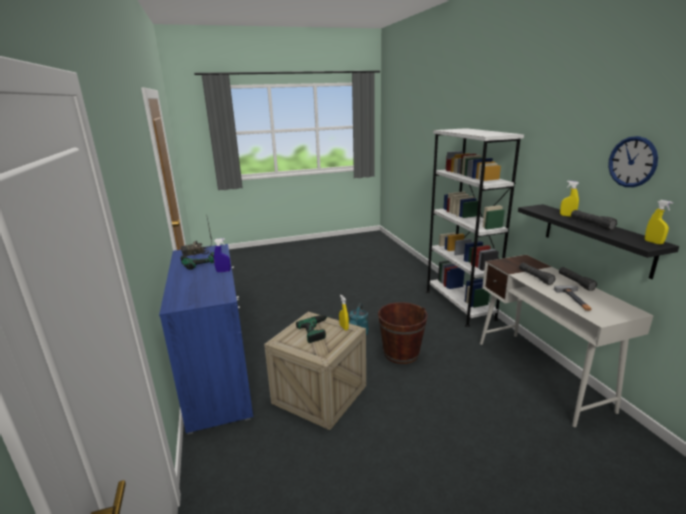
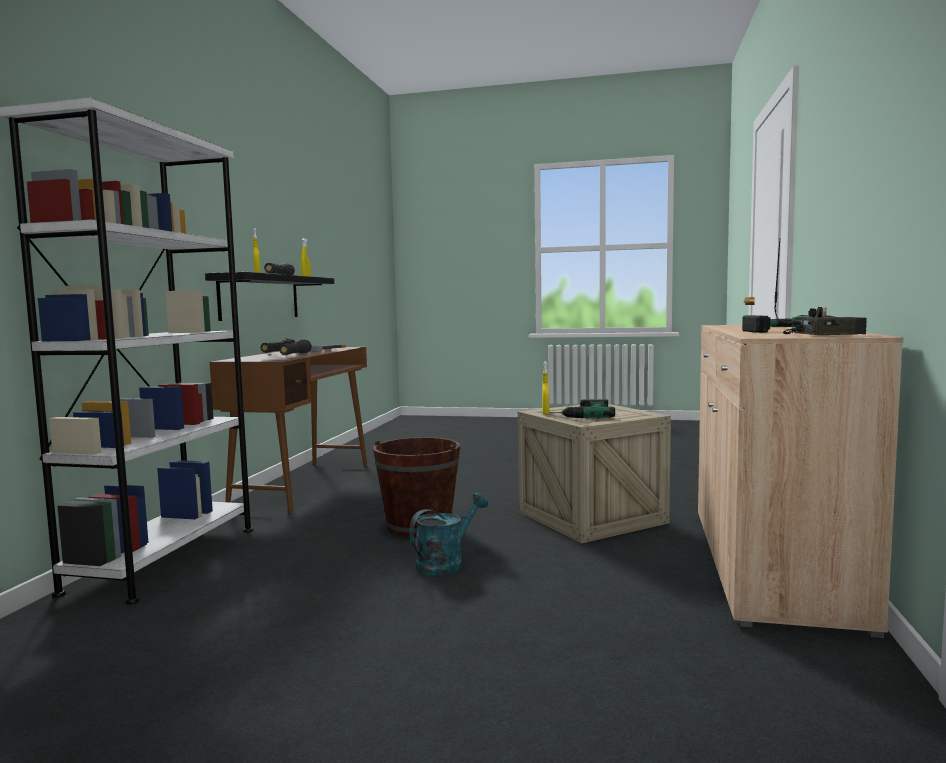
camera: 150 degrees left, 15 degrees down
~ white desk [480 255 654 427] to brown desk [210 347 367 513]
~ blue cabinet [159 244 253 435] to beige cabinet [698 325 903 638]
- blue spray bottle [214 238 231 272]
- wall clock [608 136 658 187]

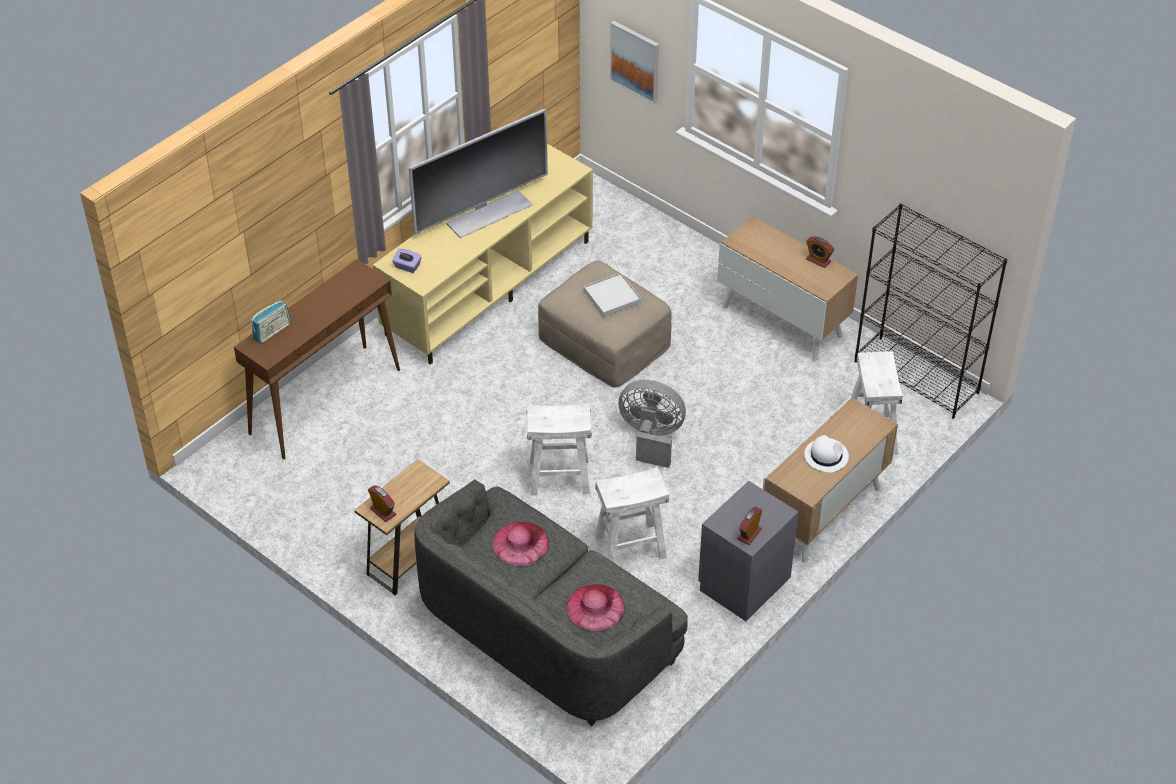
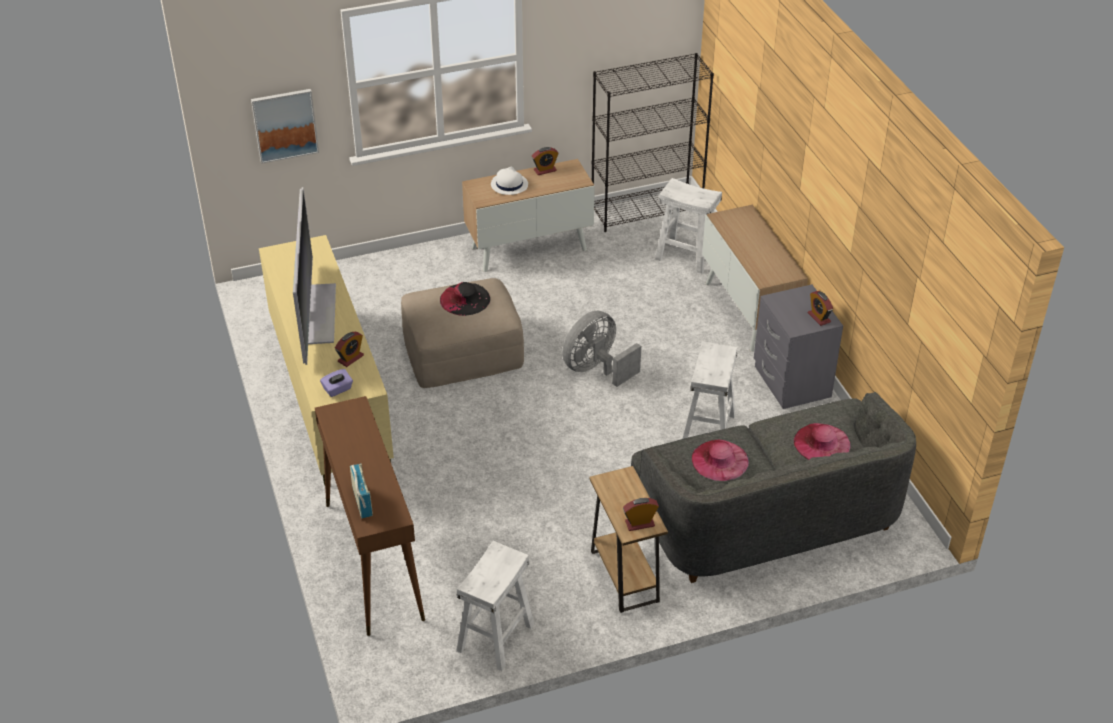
camera: 60 degrees left, 5 degrees down
+ alarm clock [335 332 364 367]
~ white tray [583 273 641 317] to black hat [440 282 490 316]
~ white stool [526 403 592 496] to [456 541 534 671]
~ white hat [804 435 849 473] to [491 167 528 195]

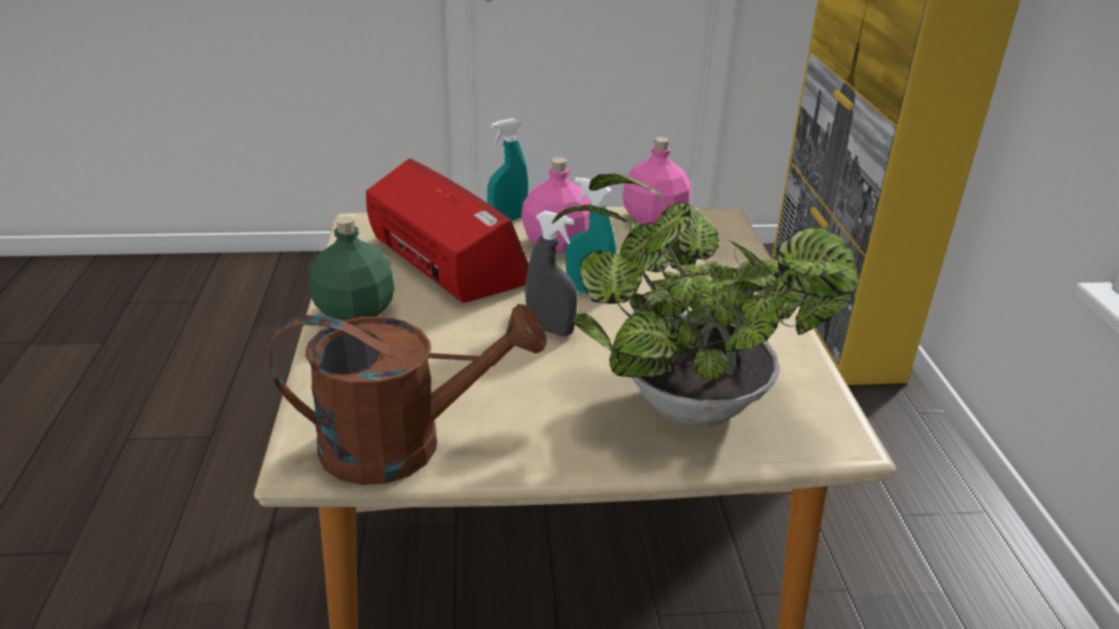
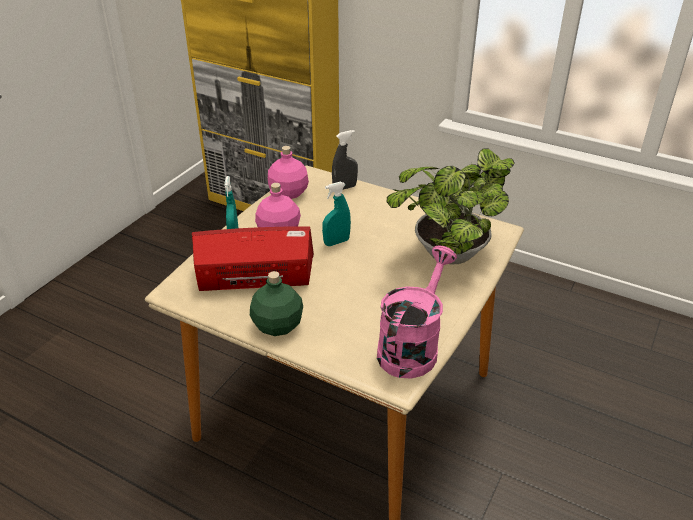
camera: 55 degrees left, 5 degrees up
~ grey spray bottle [525 211 577 336] to [332 130 358 190]
~ brown watering can [269 304 546 485] to pink watering can [377 246 457 379]

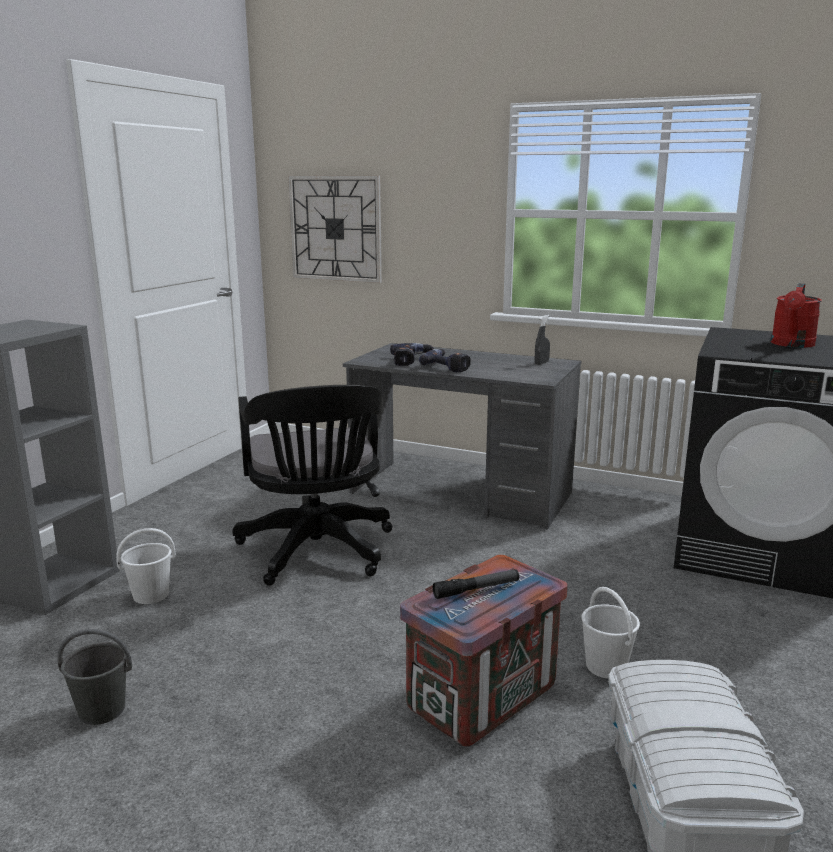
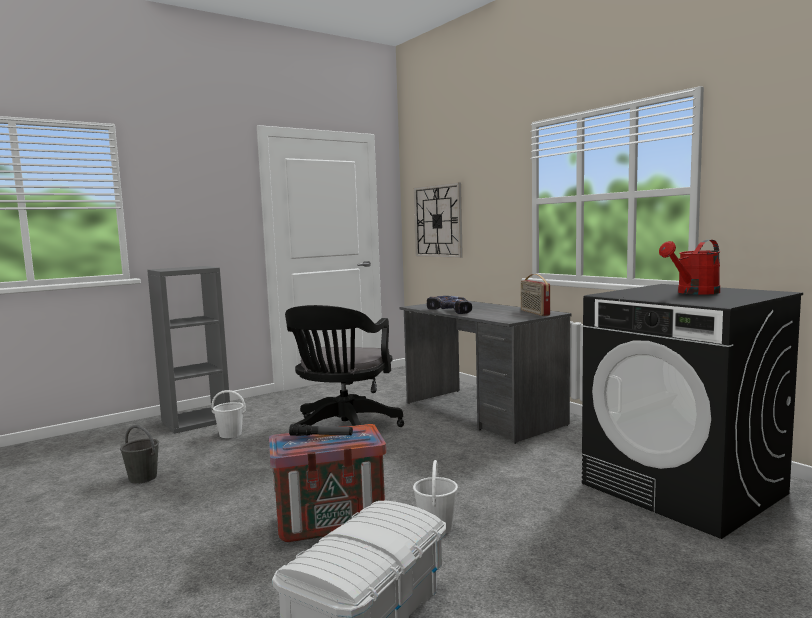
camera: 30 degrees right, 10 degrees down
~ grey spray bottle [535 315 550 365] to radio [521 274 550 316]

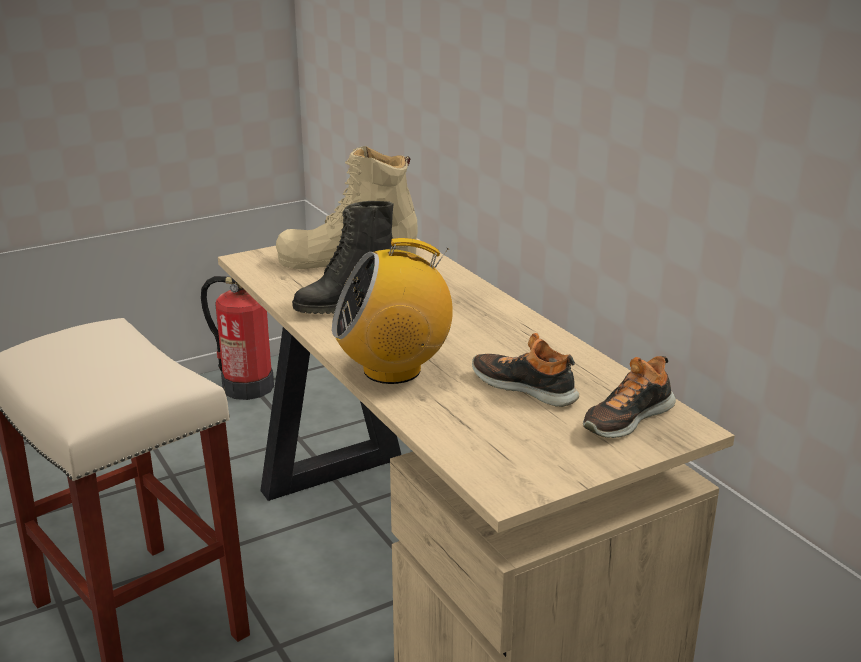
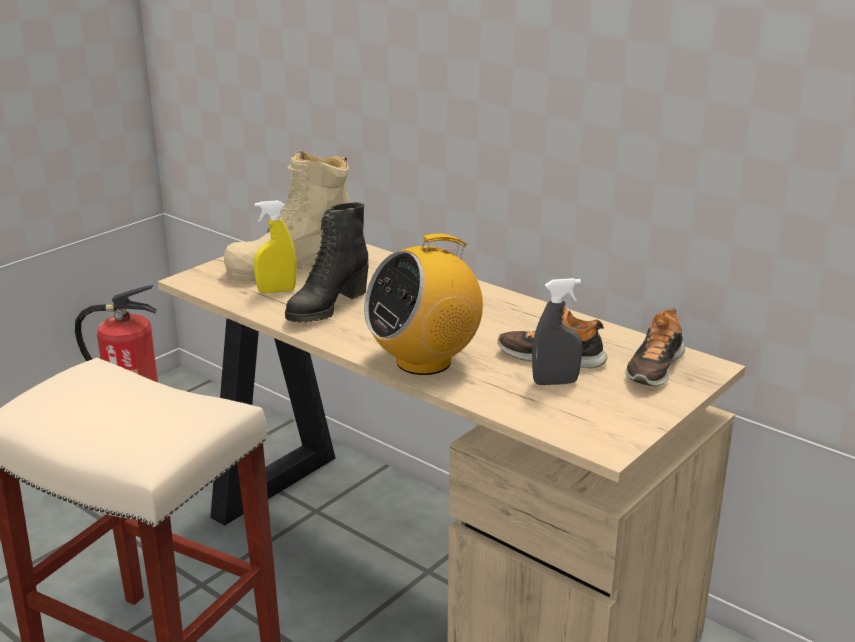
camera: 20 degrees left, 0 degrees up
+ yellow spray bottle [254 200 297 293]
+ grey spray bottle [532 278 582 385]

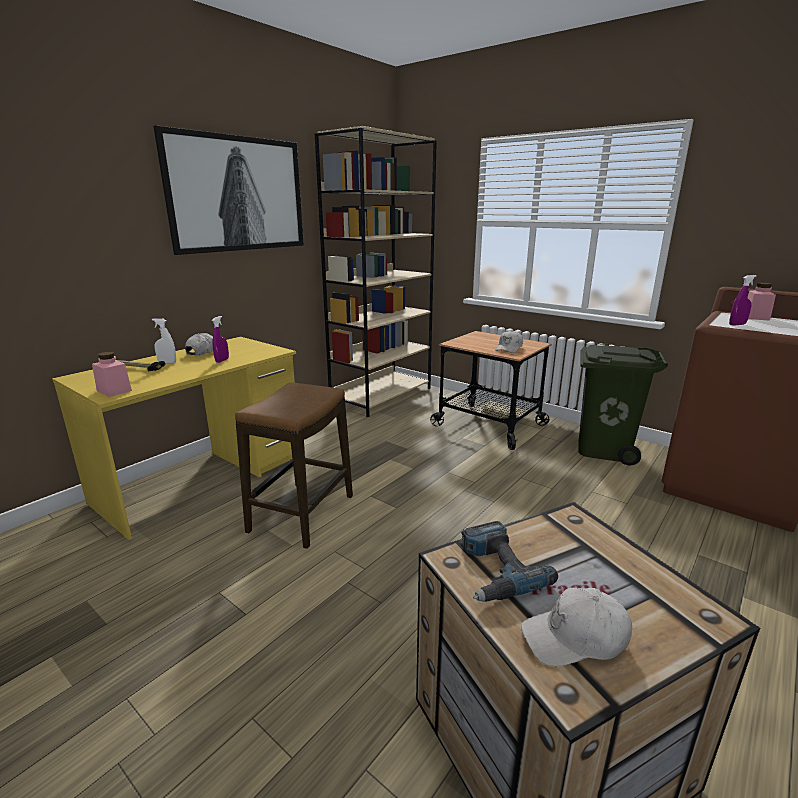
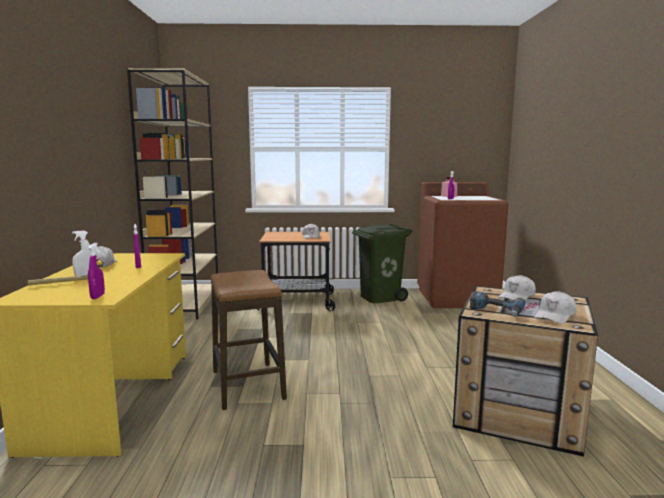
camera: 40 degrees left, 10 degrees down
~ pink jar [92 352 132 397] to purple spray bottle [88 243 105 299]
+ white cap [498 275 536 300]
- picture [153 125 304 255]

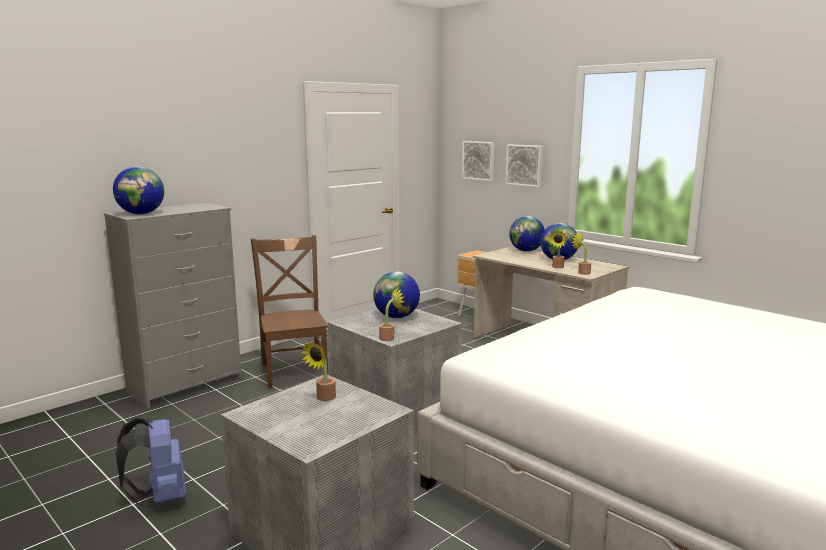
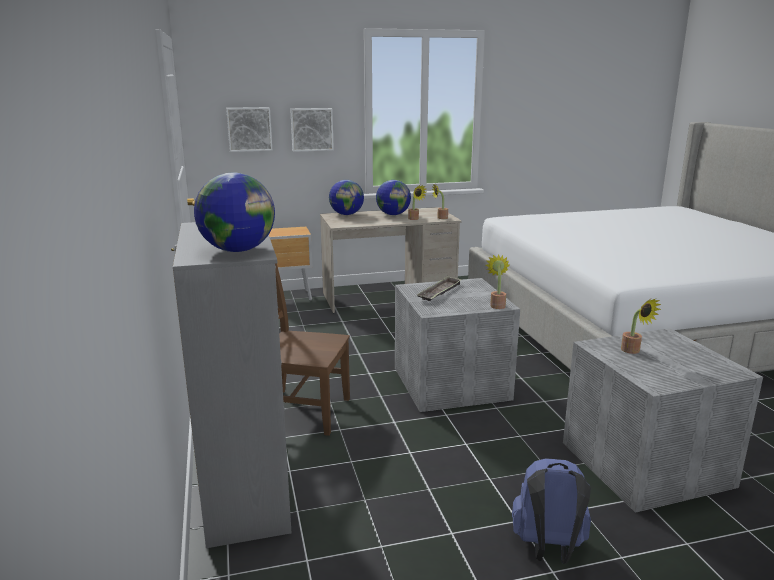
camera: 60 degrees left, 5 degrees up
~ globe [373 272 420 318] to tray [417 276 462 301]

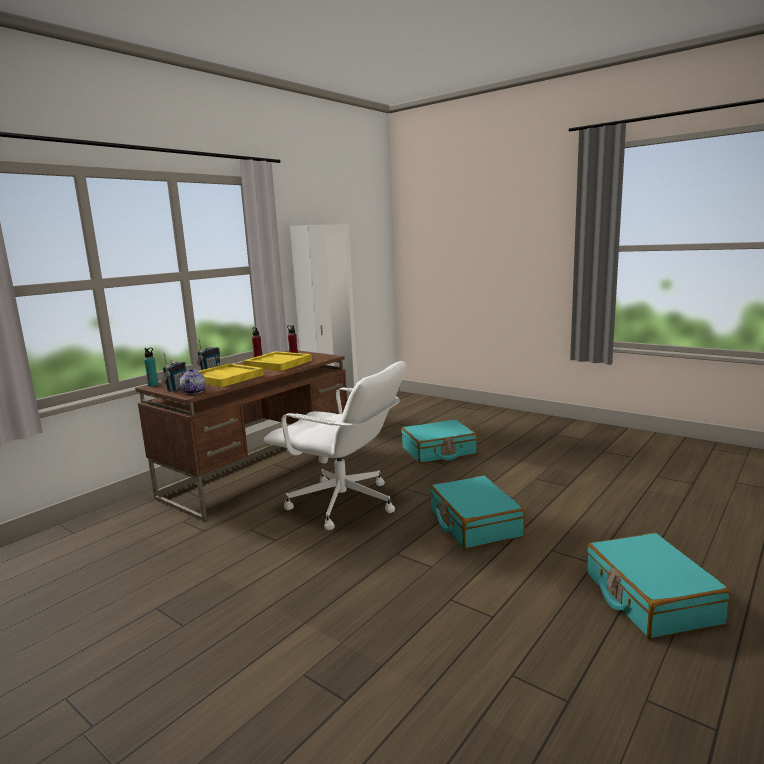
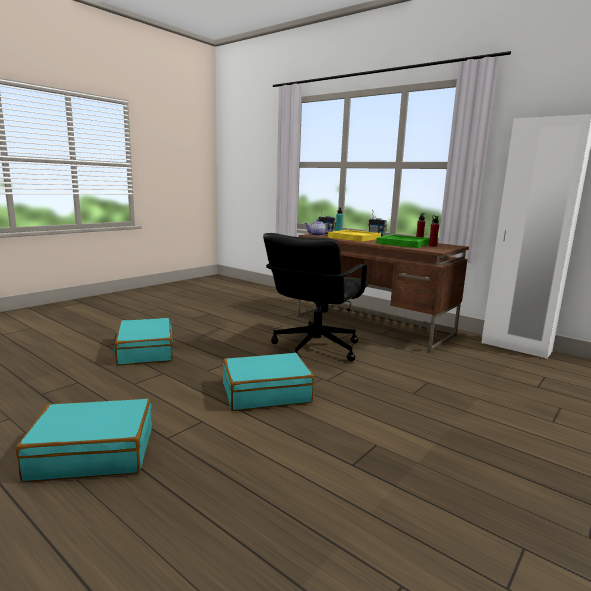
camera: 90 degrees right, 0 degrees up
~ turquoise suitcase [401 420 477 463] to [114 318 173 366]
~ white office chair [264 361 406 530] to black office chair [263 233 368 362]
~ yellow tray [243 351 312 371] to green tray [376 234 430 248]

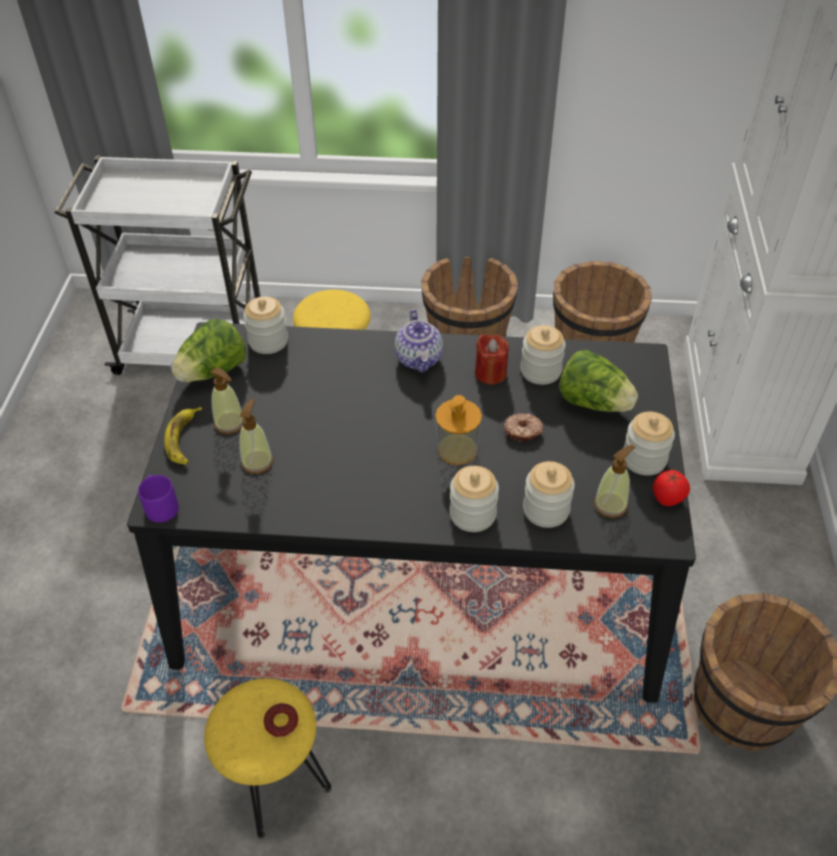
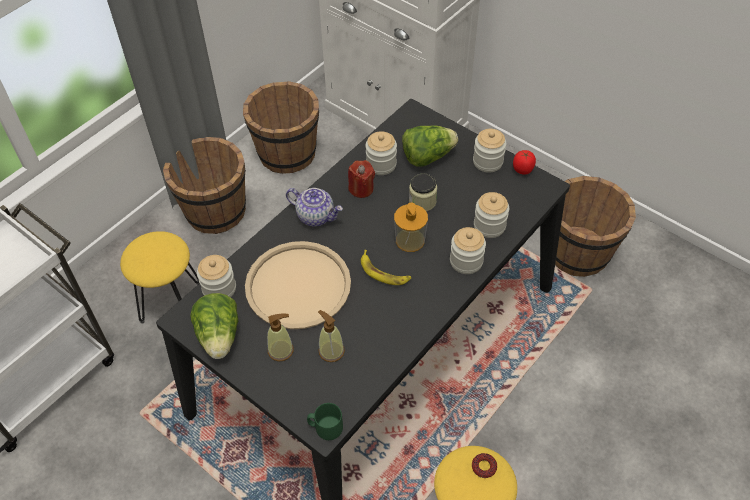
camera: 55 degrees left, 5 degrees up
+ beige tray [245 241 351 329]
~ purple mug [138 475 179 523] to green mug [307 403 343 440]
~ banana [164 407 202 464] to [361 250 411 285]
~ donut [504 413 544 442] to jar [409 173 437 211]
- soap dispenser [594 445 635 518]

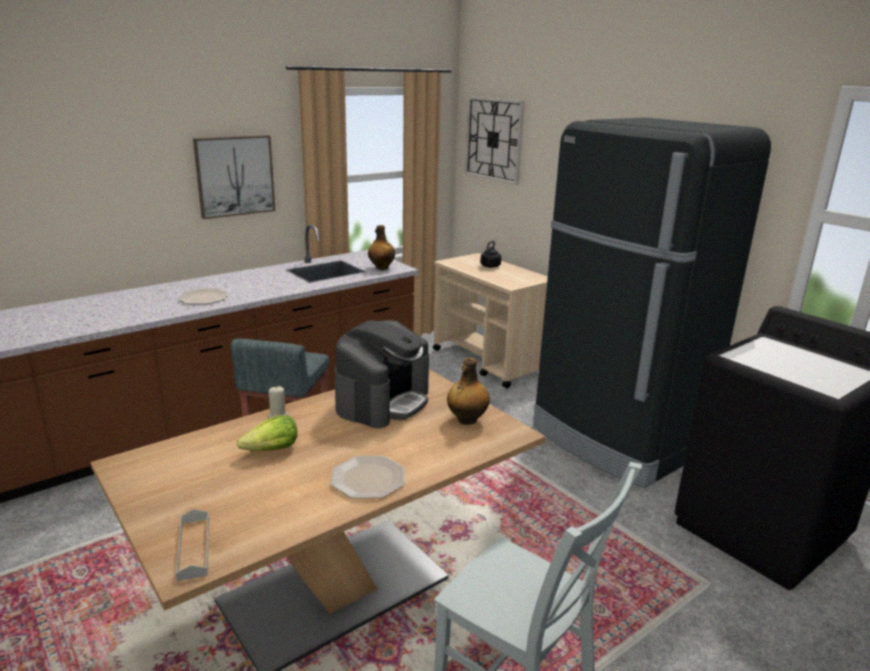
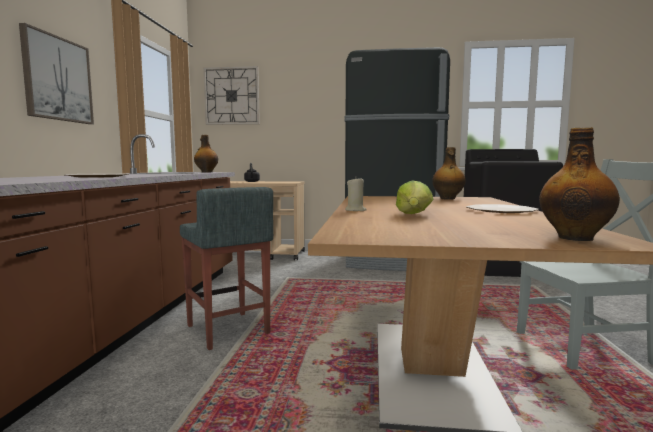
camera: 45 degrees left, 15 degrees down
~ grey tray [176 509 209 581] to bottle [539 127 620 241]
- coffee machine [335 320 429 428]

